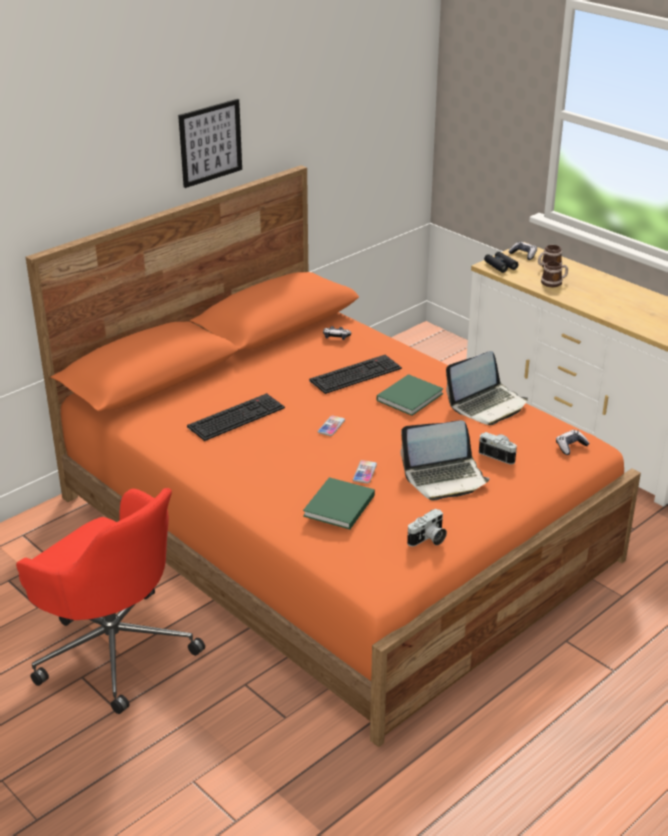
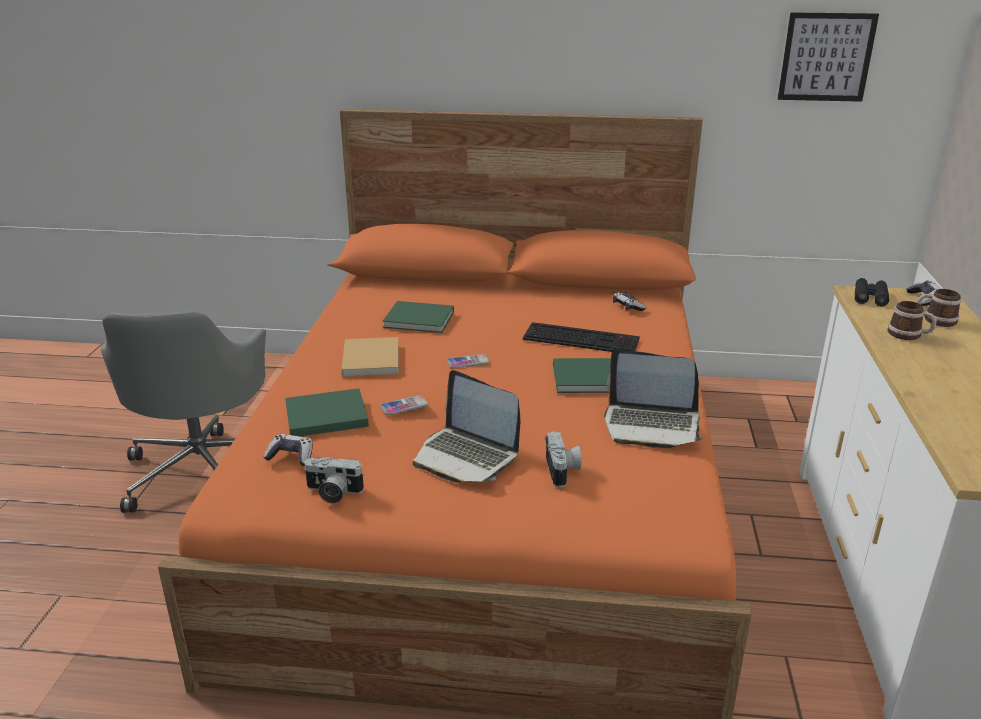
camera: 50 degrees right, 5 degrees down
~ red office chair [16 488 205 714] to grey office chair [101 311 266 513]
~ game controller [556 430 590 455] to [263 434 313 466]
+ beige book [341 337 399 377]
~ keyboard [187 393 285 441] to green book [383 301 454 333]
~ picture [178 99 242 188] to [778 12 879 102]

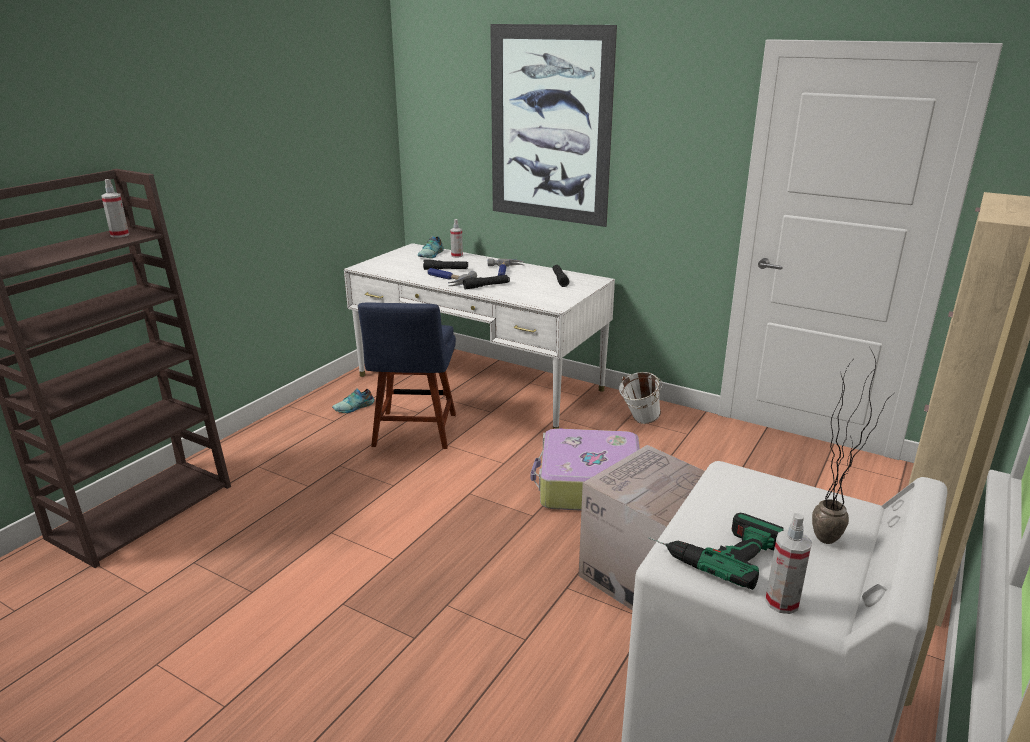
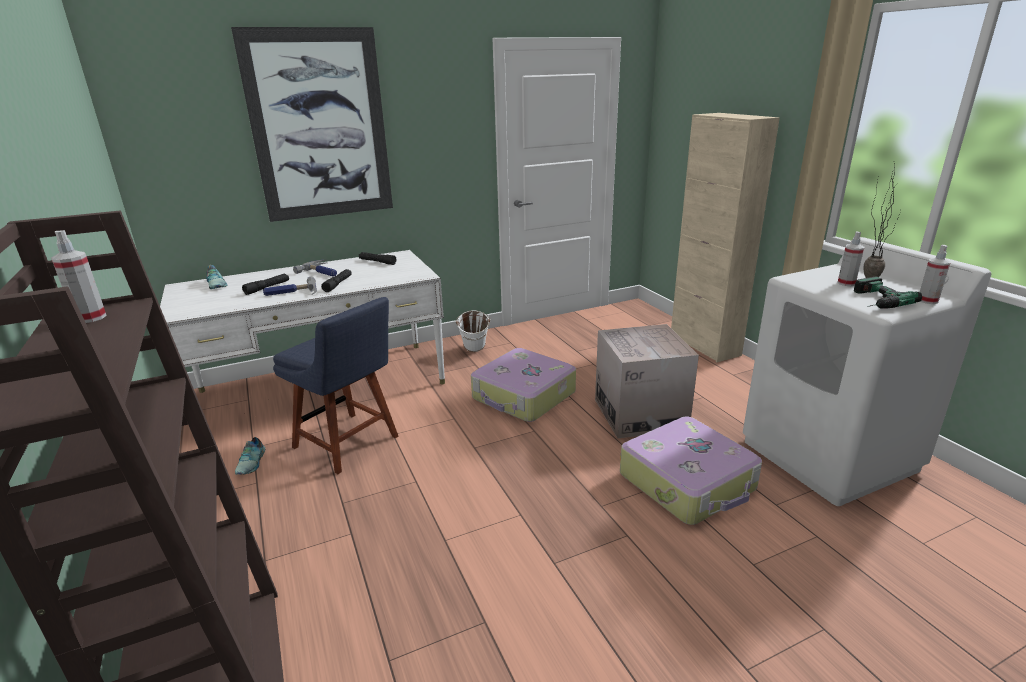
camera: 55 degrees left, 0 degrees up
+ suitcase [620 417 762 525]
~ spray bottle [450 219 463 258] to [837 231 864 286]

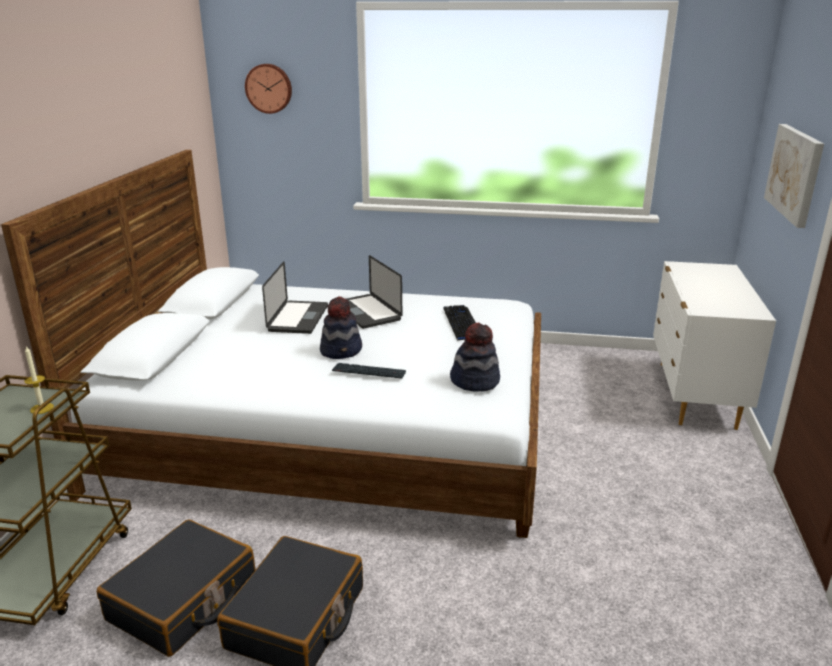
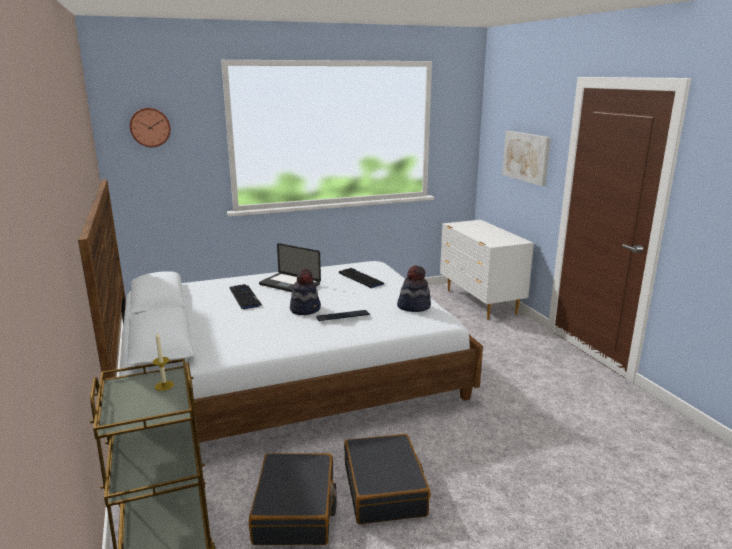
camera: 30 degrees left, 5 degrees down
~ laptop [262 261 328 334] to keyboard [230 284 263 309]

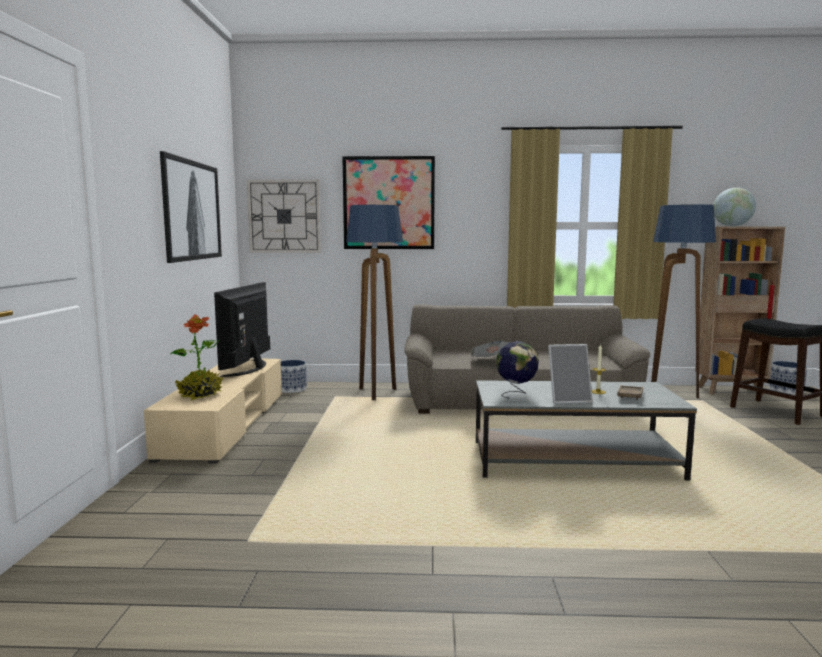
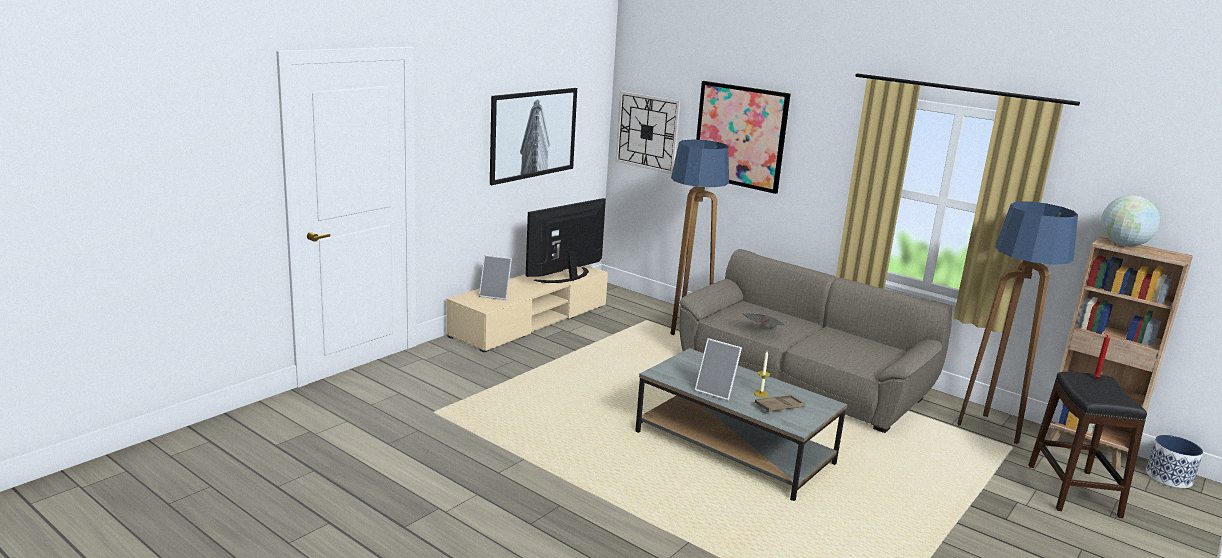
camera: 35 degrees right, 10 degrees up
~ potted plant [171 314 223 400] to picture frame [479 255 512 300]
- planter [281 360 307 393]
- globe [496 341 539 399]

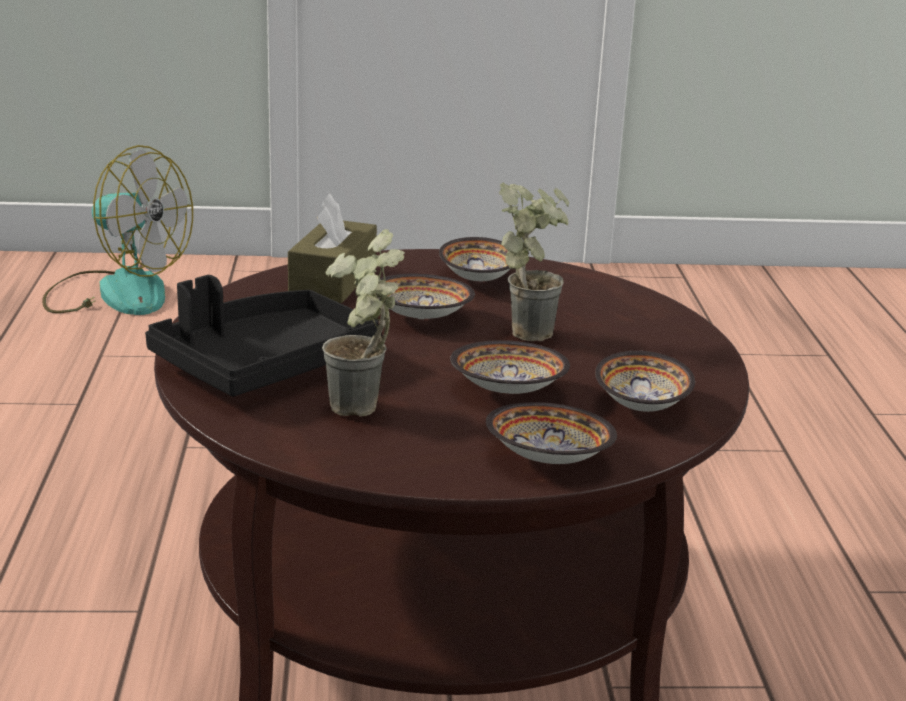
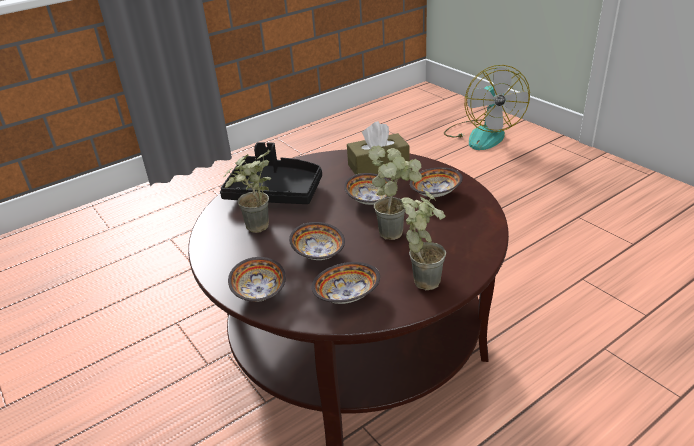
camera: 60 degrees right, 10 degrees up
+ potted plant [401 191 446 290]

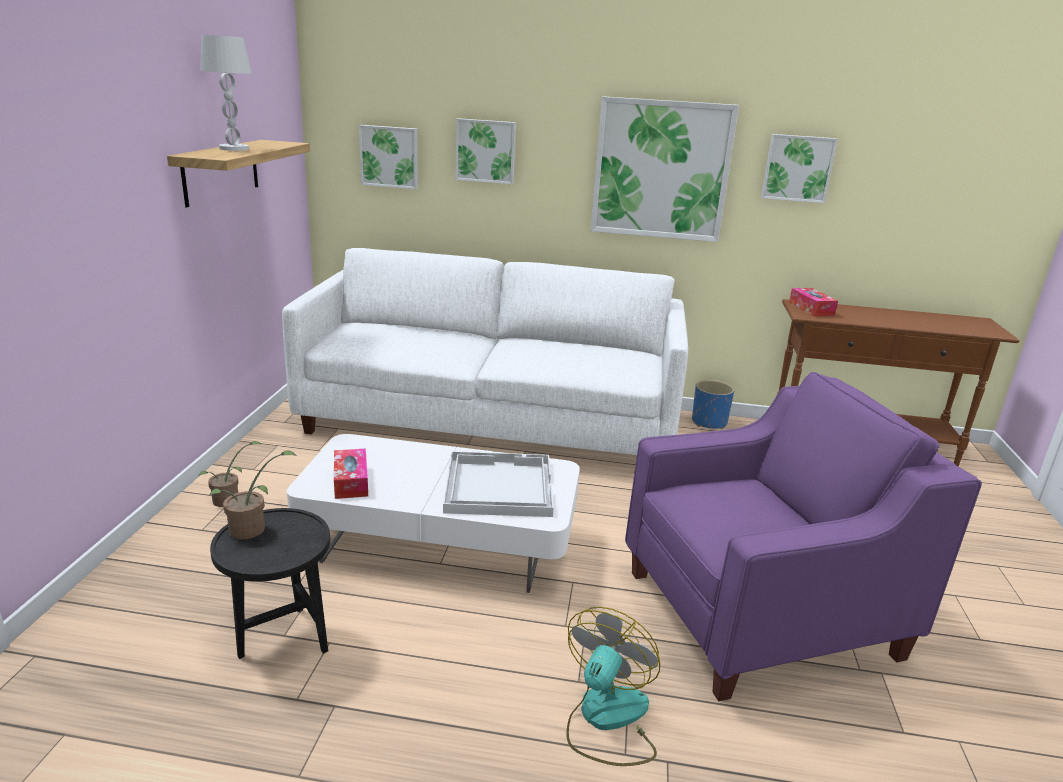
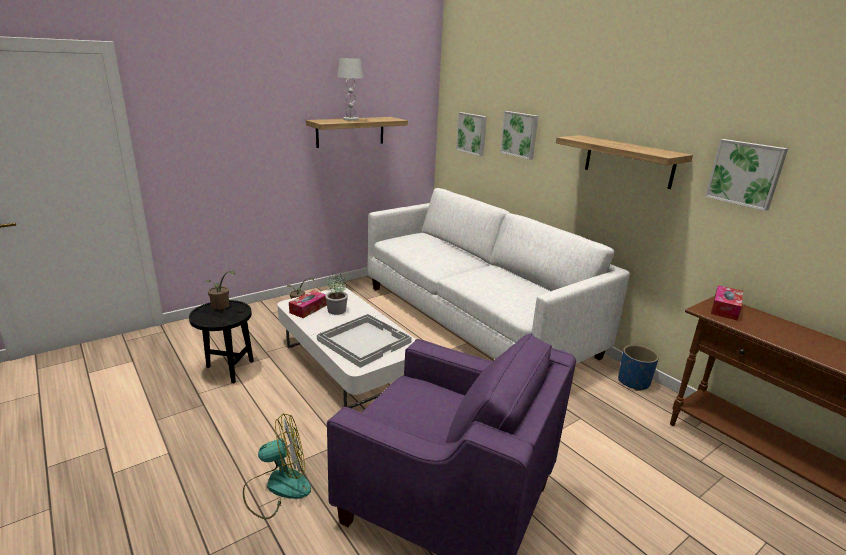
camera: 45 degrees right, 0 degrees up
+ potted plant [325 273 348 315]
~ picture [591 96 739 242] to shelf [556 135 693 189]

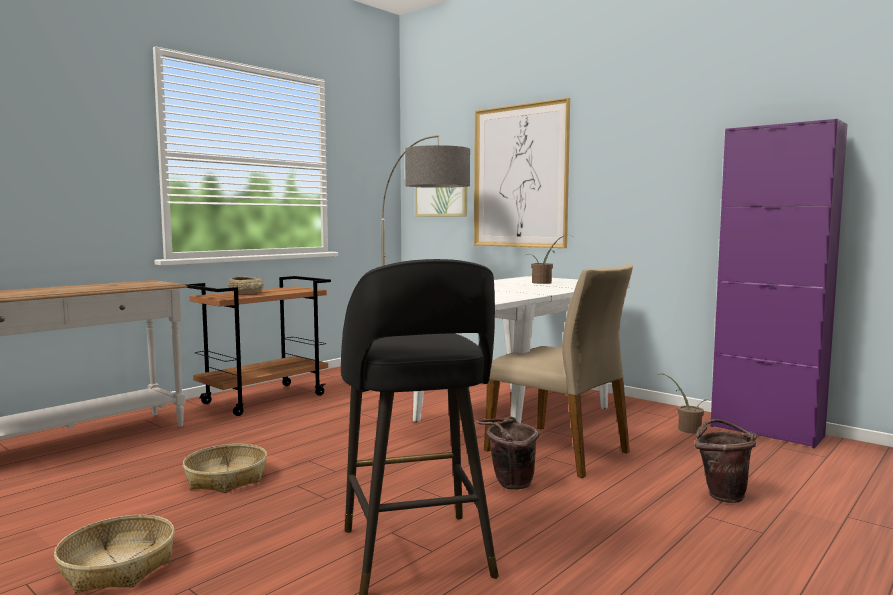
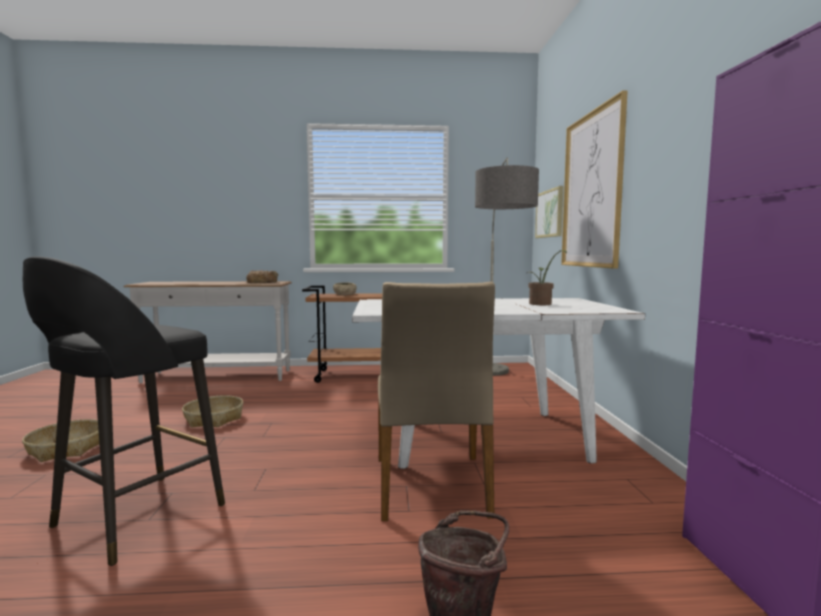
camera: 45 degrees right, 0 degrees up
+ bread [246 270 278 283]
- brown bucket [476 416 539 490]
- potted plant [658 373 708 433]

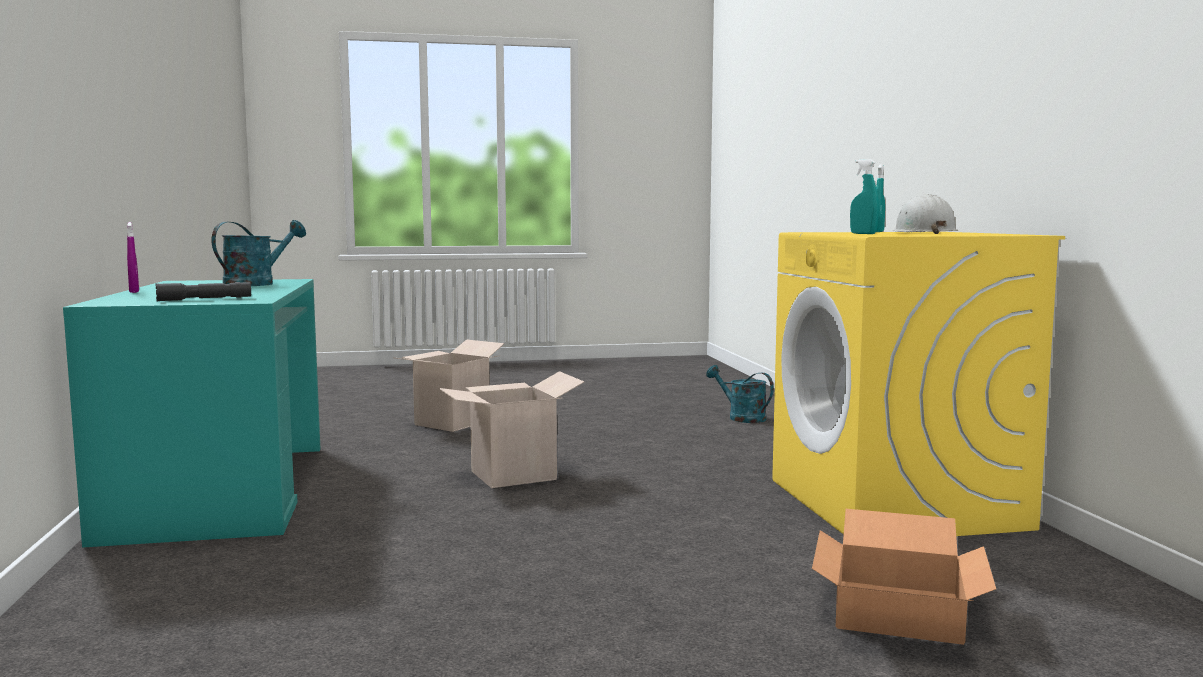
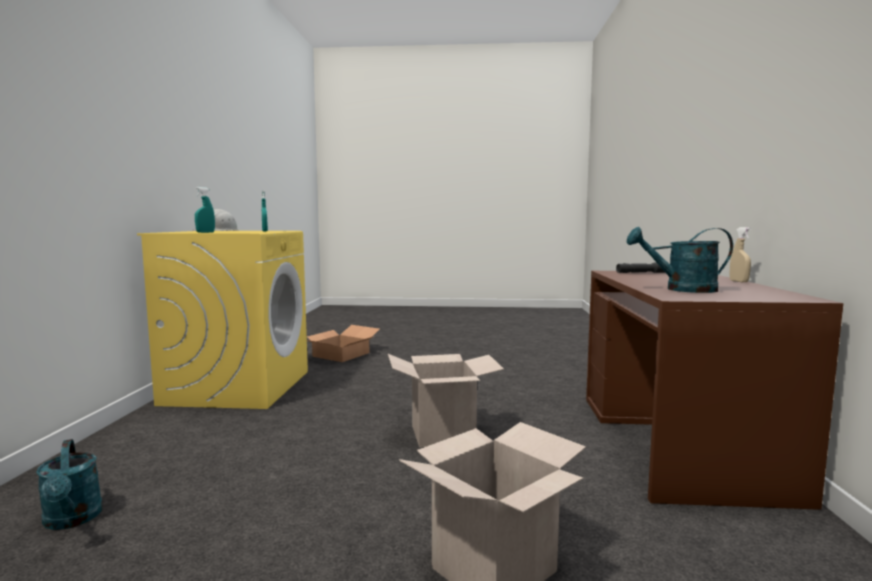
camera: 165 degrees left, 0 degrees up
~ turquoise desk [63 279 320 548] to brown desk [586 271 844 510]
~ turquoise watering can [212 220 306 286] = [627 227 733 293] 45 degrees clockwise
~ purple spray bottle [127 222 139 293] to beige spray bottle [729 227 751 282]

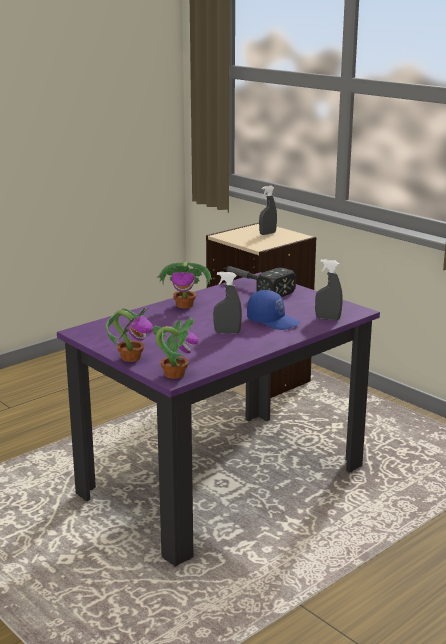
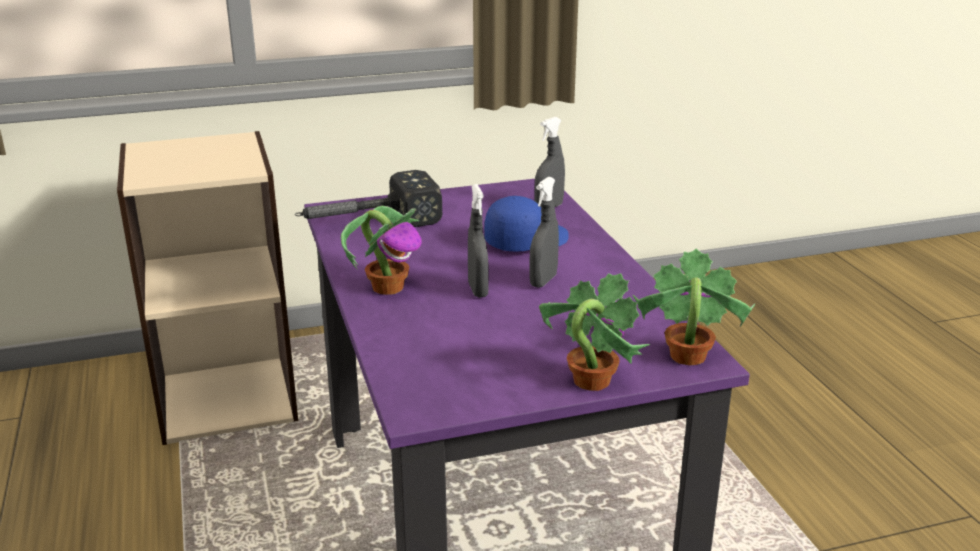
camera: 65 degrees left, 5 degrees up
~ grey spray bottle [259 186 277 235] to [468 184 489 298]

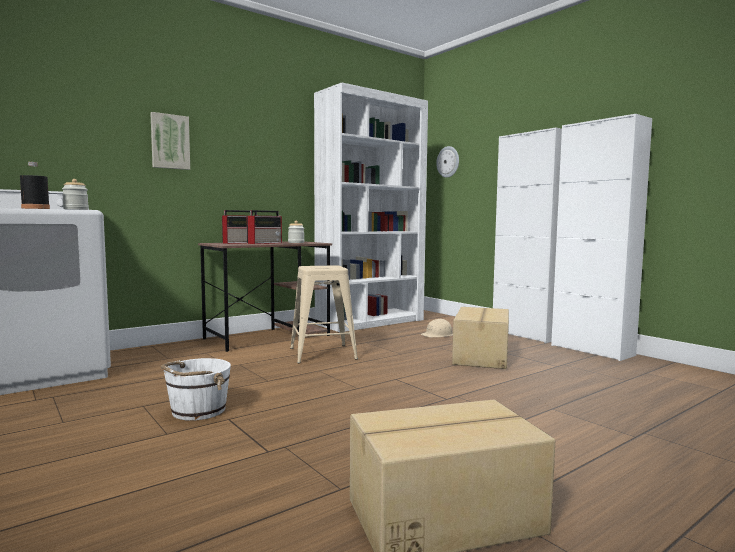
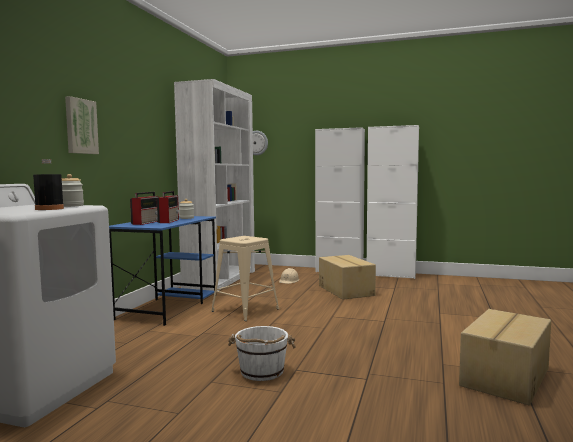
camera: 35 degrees left, 0 degrees up
~ brown desk [198 241 332 352] to blue desk [109 216 216 326]

